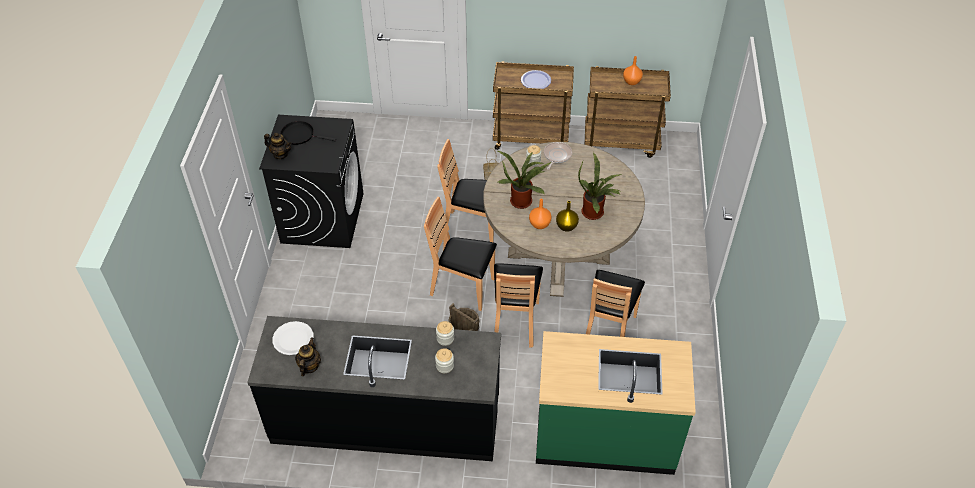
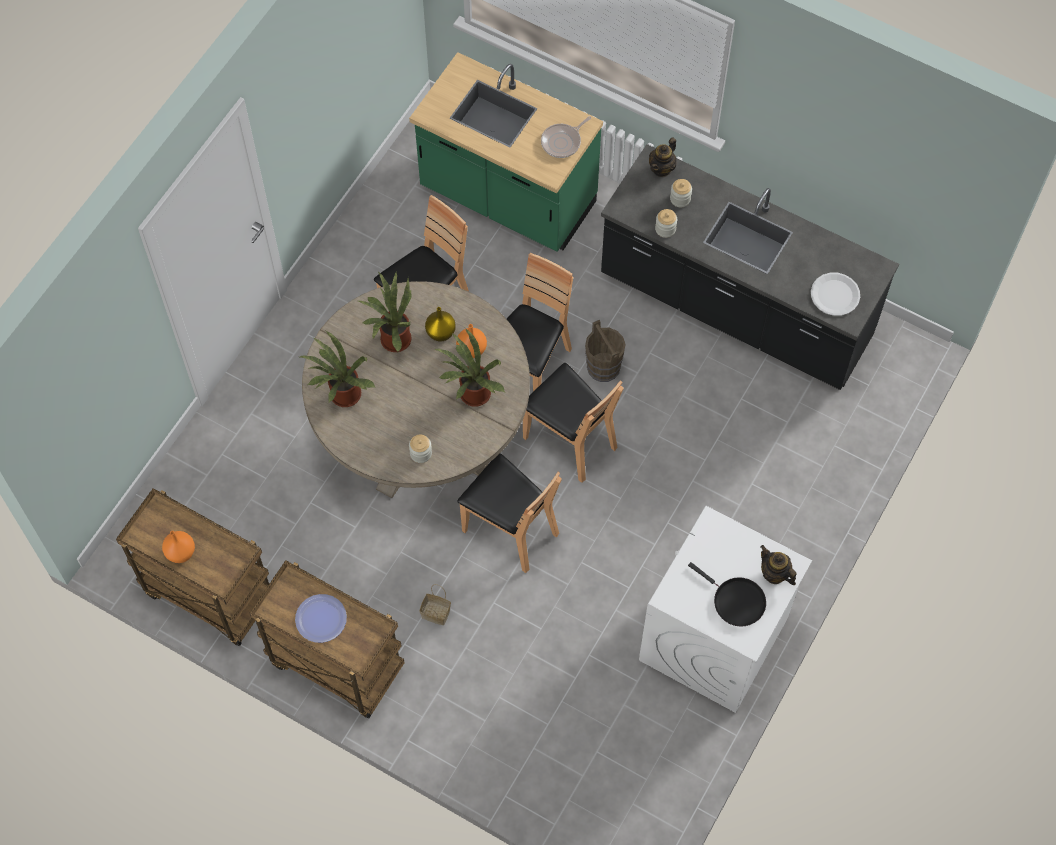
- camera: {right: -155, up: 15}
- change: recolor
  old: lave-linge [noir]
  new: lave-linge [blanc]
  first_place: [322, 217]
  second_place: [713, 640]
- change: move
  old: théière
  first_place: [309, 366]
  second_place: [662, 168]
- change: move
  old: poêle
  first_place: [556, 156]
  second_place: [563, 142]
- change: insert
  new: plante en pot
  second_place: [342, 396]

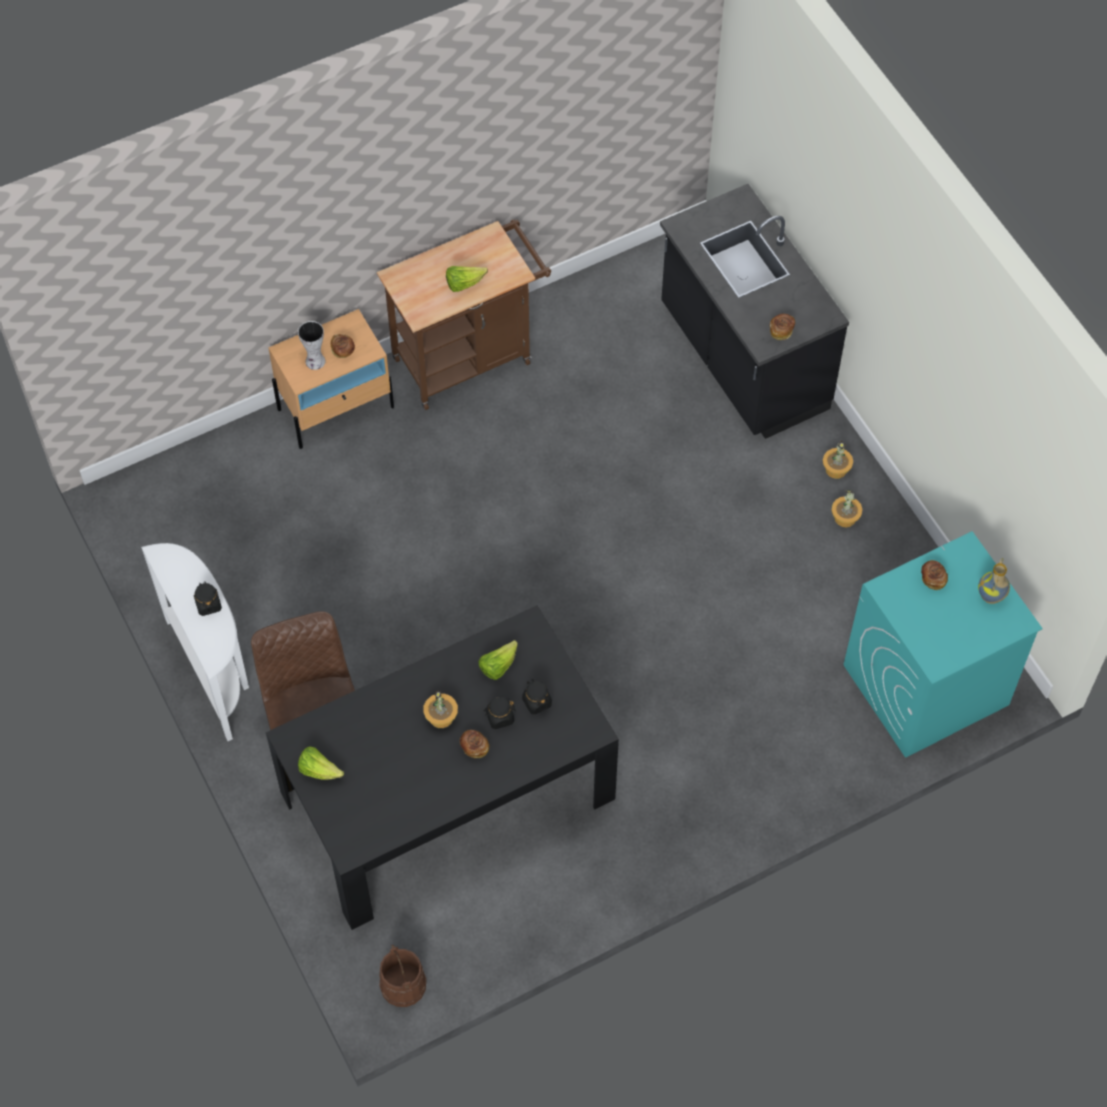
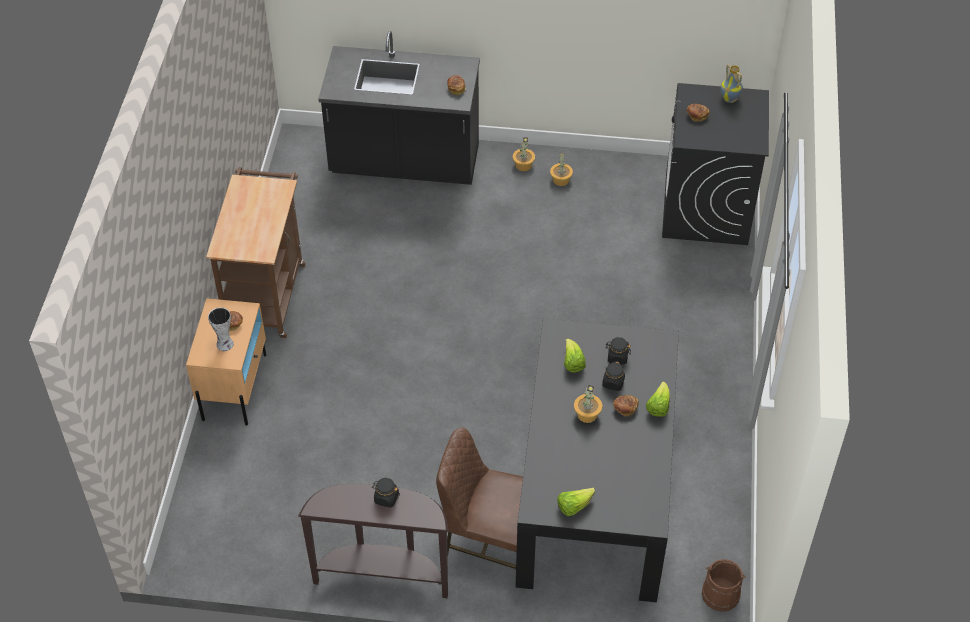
- camera: {right: -55, up: -10}
- change: recolor
  old: table console [blanc]
  new: table console [marron]
  first_place: [214, 671]
  second_place: [382, 575]
- change: move
  old: laitue
  first_place: [464, 284]
  second_place: [658, 406]
- change: recolor
  old: lave-linge [turquoise]
  new: lave-linge [noir]
  first_place: [925, 686]
  second_place: [706, 209]

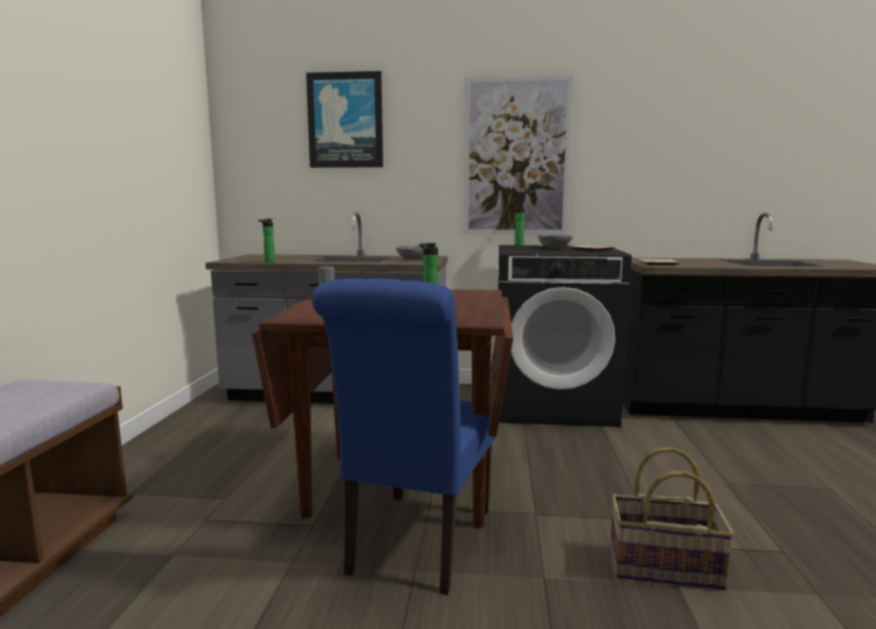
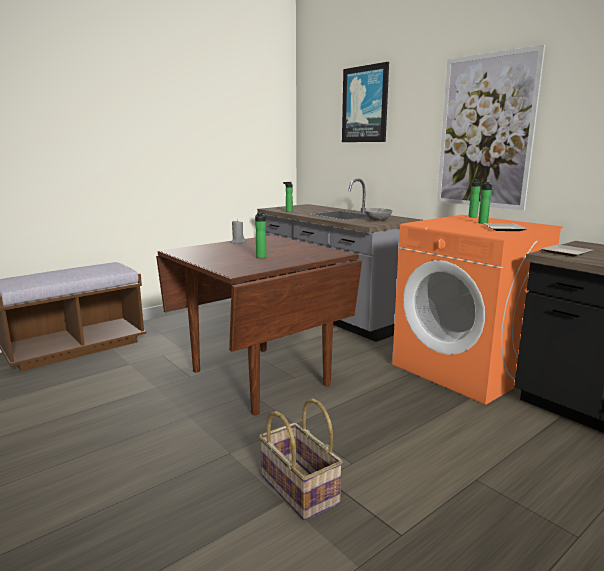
- camera: {right: 45, up: 5}
- change: delete
  old: chaise [bleu]
  first_place: [416, 545]
- change: recolor
  old: lave-linge [noir]
  new: lave-linge [orange]
  first_place: [553, 405]
  second_place: [466, 369]
- change: replace
  old: bol [gris]
  new: bouteille
  first_place: [554, 248]
  second_place: [483, 223]

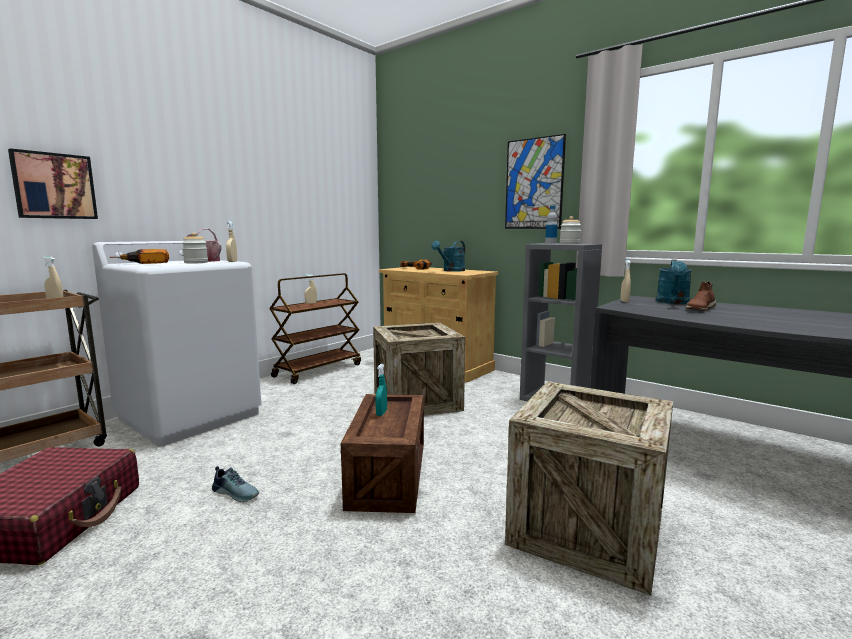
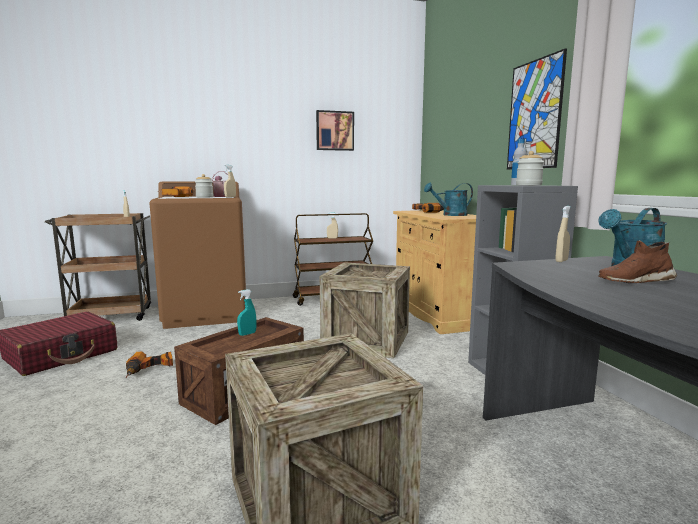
- camera: {right: 35, up: 0}
- change: move
  old: tableau
  first_place: [54, 186]
  second_place: [334, 131]
- change: recolor
  old: lave-linge [blanc]
  new: lave-linge [marron]
  first_place: [190, 415]
  second_place: [206, 313]
- change: replace
  old: chaussure
  new: perceuse
  first_place: [236, 493]
  second_place: [150, 370]

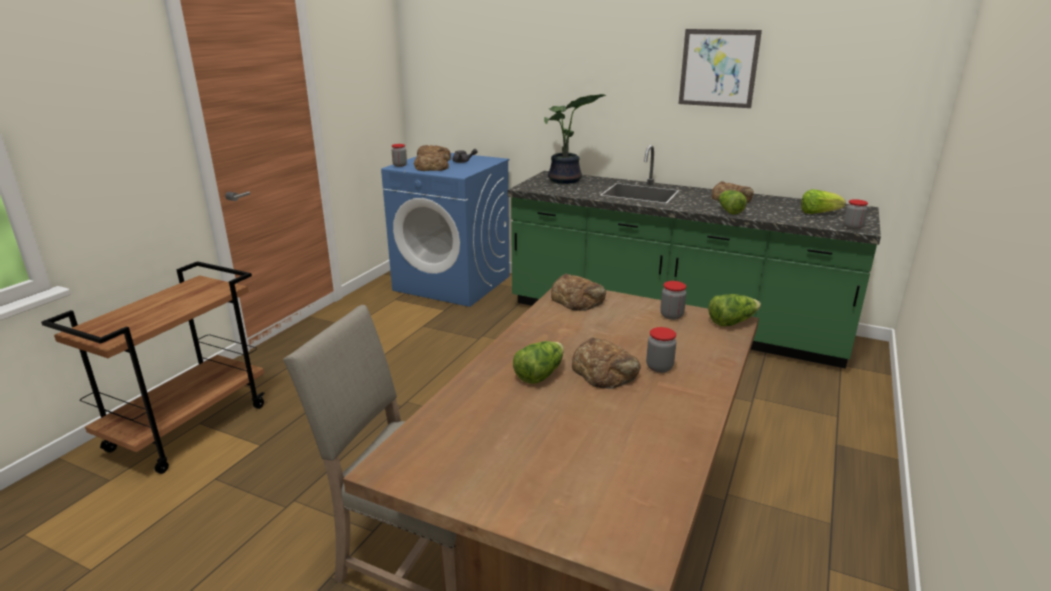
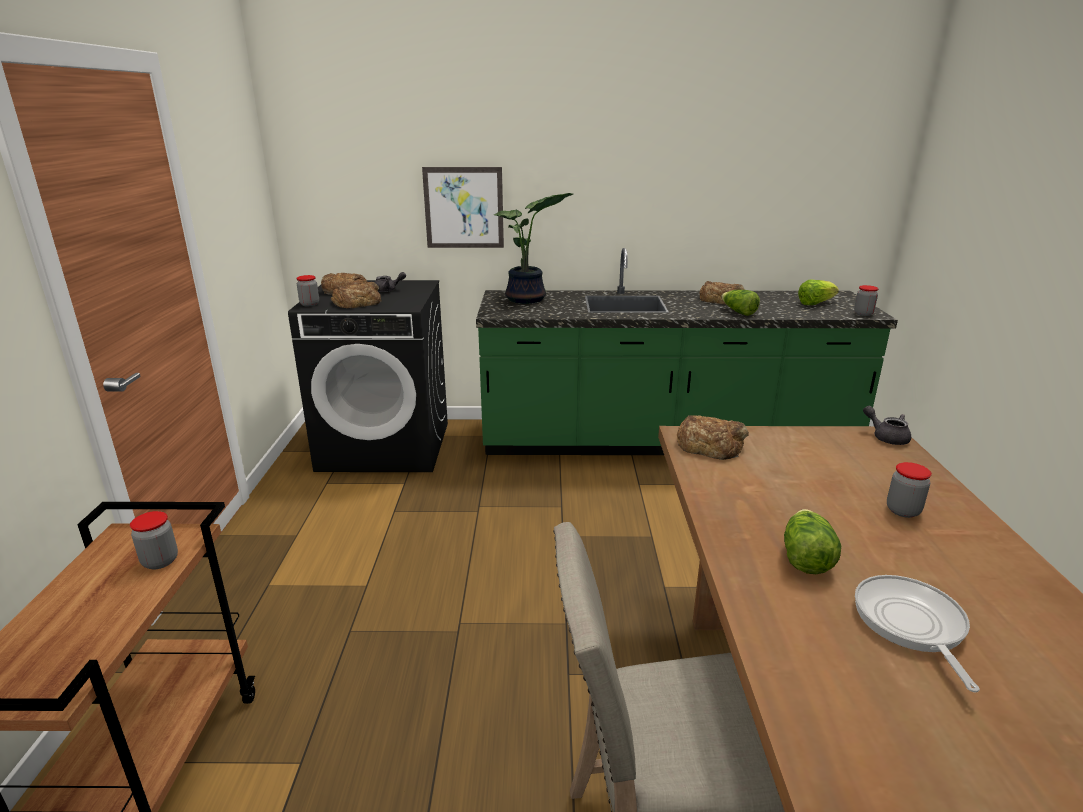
- camera: {right: -25, up: 0}
- change: recolor
  old: lave-linge [bleu]
  new: lave-linge [noir]
  first_place: [453, 283]
  second_place: [386, 446]
- change: delete
  old: pain
  first_place: [605, 371]
- change: move
  old: bocal
  first_place: [671, 315]
  second_place: [160, 561]
- change: move
  old: tableau
  first_place: [718, 68]
  second_place: [464, 208]
- change: replace
  old: laitue
  new: théière [gris]
  first_place: [731, 322]
  second_place: [886, 437]
- change: insert
  new: poêle
  second_place: [910, 624]

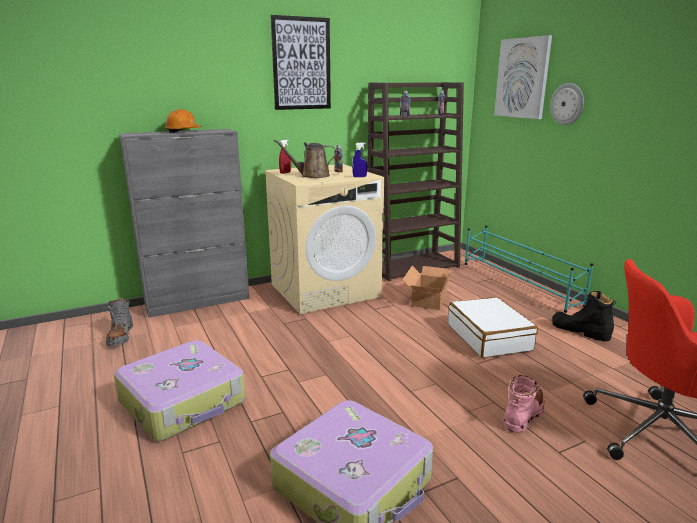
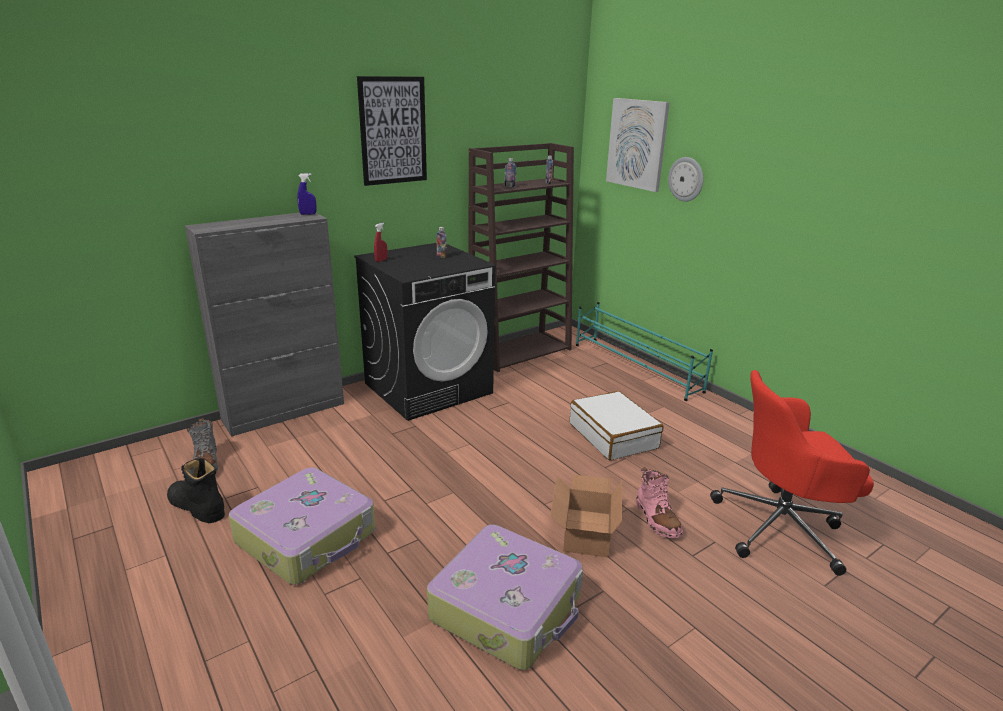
- camera: {right: -10, up: 5}
- change: delete
  old: casque de chantier [orange]
  first_place: [183, 131]
- change: recolor
  old: lave-linge [beige]
  new: lave-linge [noir]
  first_place: [325, 290]
  second_place: [428, 388]
- change: delete
  old: arrosoir [marron]
  first_place: [312, 176]
- change: move
  old: vaporisateur [bleu]
  first_place: [359, 177]
  second_place: [308, 214]
- change: move
  old: carton
  first_place: [427, 299]
  second_place: [584, 533]
- change: rotate
  old: botte [rose]
  first_place: [524, 414]
  second_place: [657, 519]
  degrees: 135
- change: move
  old: botte [noir]
  first_place: [580, 331]
  second_place: [197, 507]

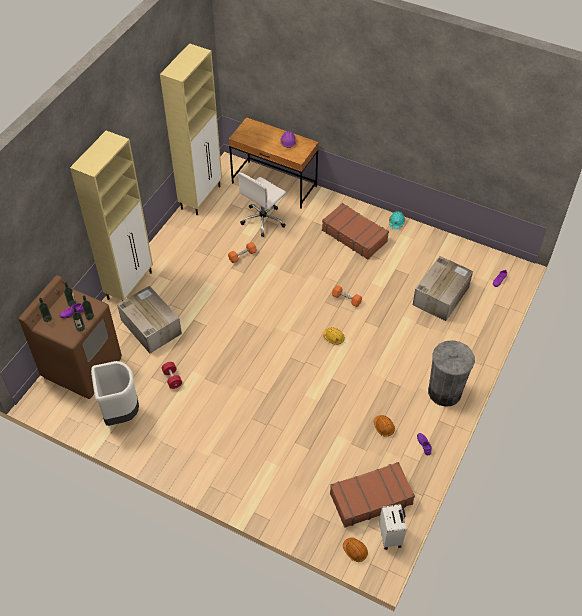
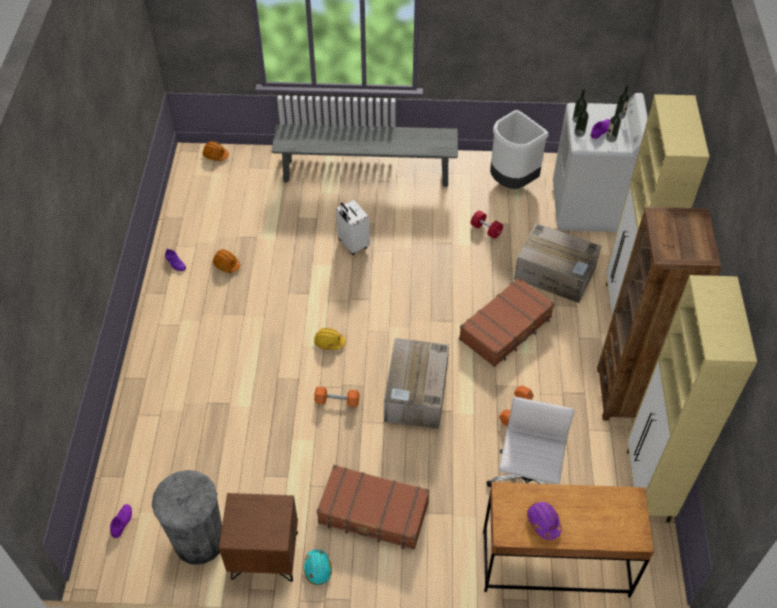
- camera: {right: 155, up: 0}
- change: recolor
  old: lave-linge [marron]
  new: lave-linge [blanc]
  first_place: [82, 367]
  second_place: [589, 207]
- change: move
  old: valise [marron]
  first_place: [370, 498]
  second_place: [506, 328]
- change: move
  old: valise [blanc]
  first_place: [391, 536]
  second_place: [352, 244]
- change: move
  old: carton
  first_place: [441, 295]
  second_place: [416, 394]
- change: move
  old: poubelle [gris]
  first_place: [444, 392]
  second_place: [199, 541]
- change: insert
  new: table de chevet [marron]
  second_place: [264, 556]
- change: insert
  new: banc [gris]
  second_place: [366, 173]
- change: insert
  new: bibliothèque [marron]
  second_place: [626, 394]

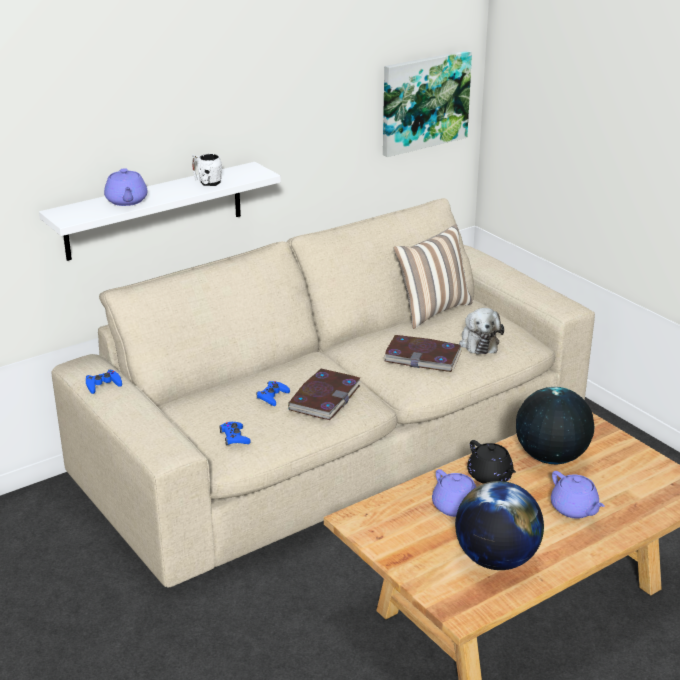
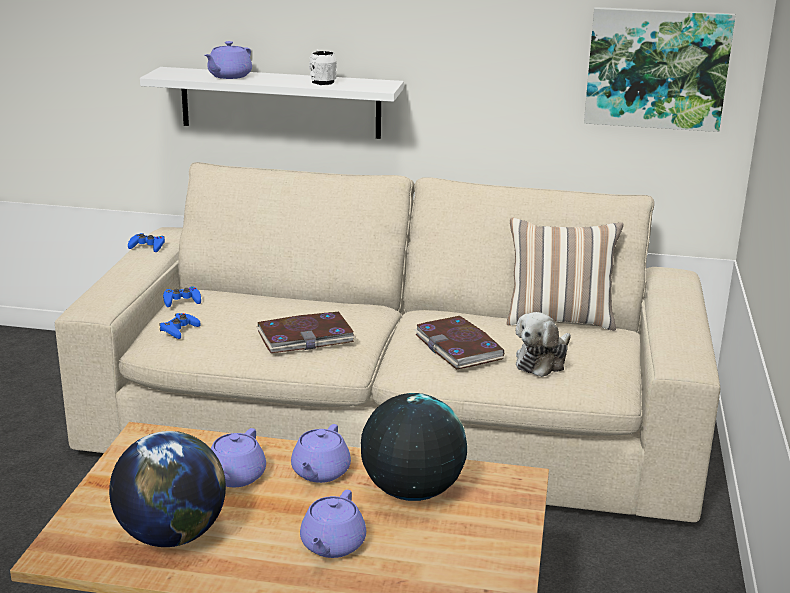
- camera: {right: 45, up: -5}
- change: move
  old: manette [bleu]
  first_place: [272, 396]
  second_place: [182, 301]
- change: recolor
  old: théière [noir]
  new: théière [violet]
  first_place: [490, 476]
  second_place: [320, 472]

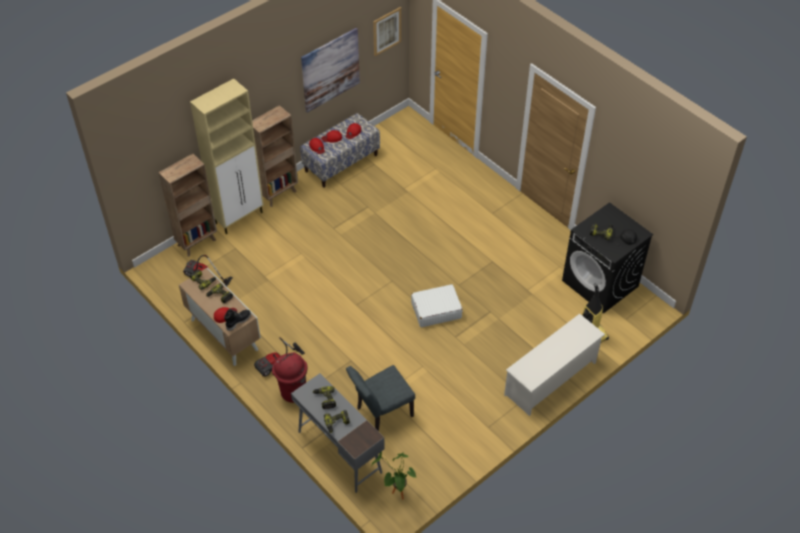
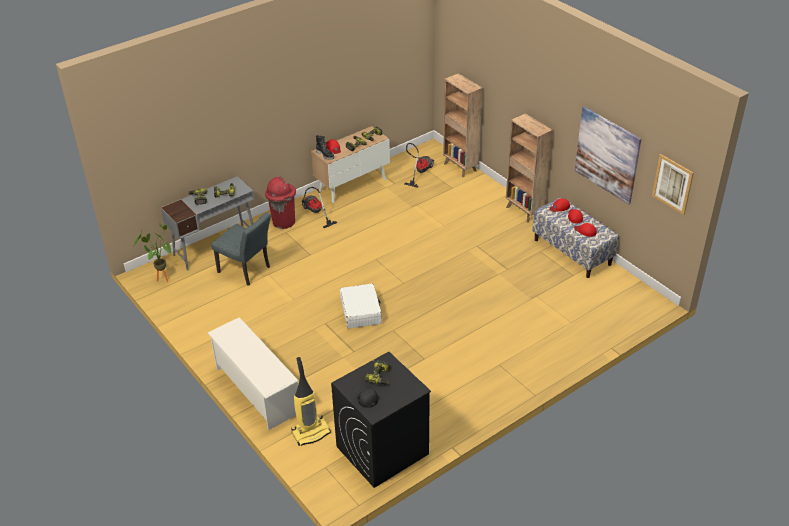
- camera: {right: 95, up: -10}
- change: delete
  old: meuble de rangement [beige]
  first_place: [239, 217]
- change: rotate
  old: chaise [gris]
  first_place: [381, 414]
  second_place: [247, 271]
  degrees: 150

